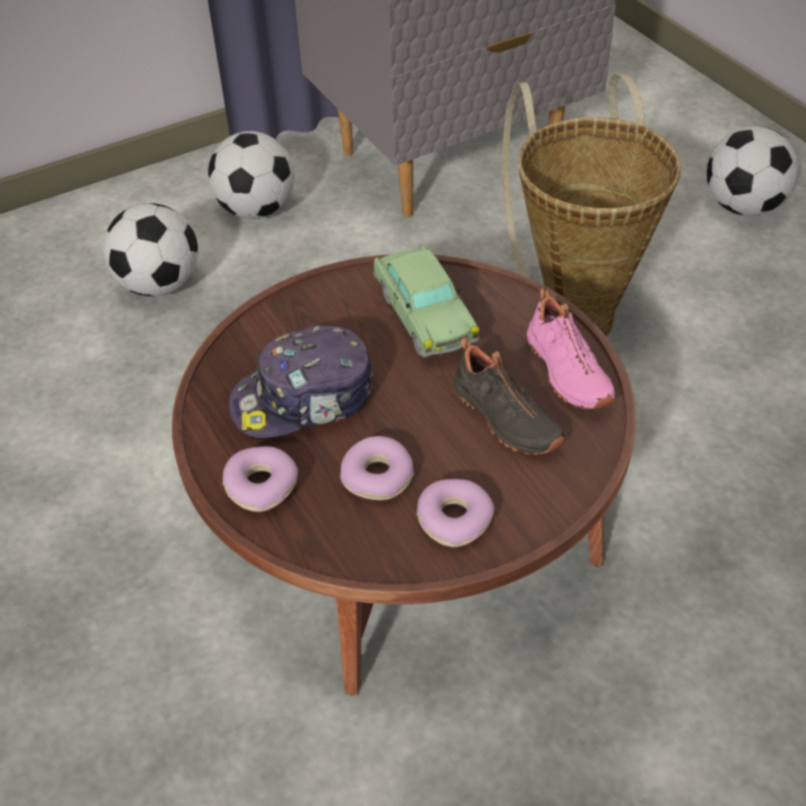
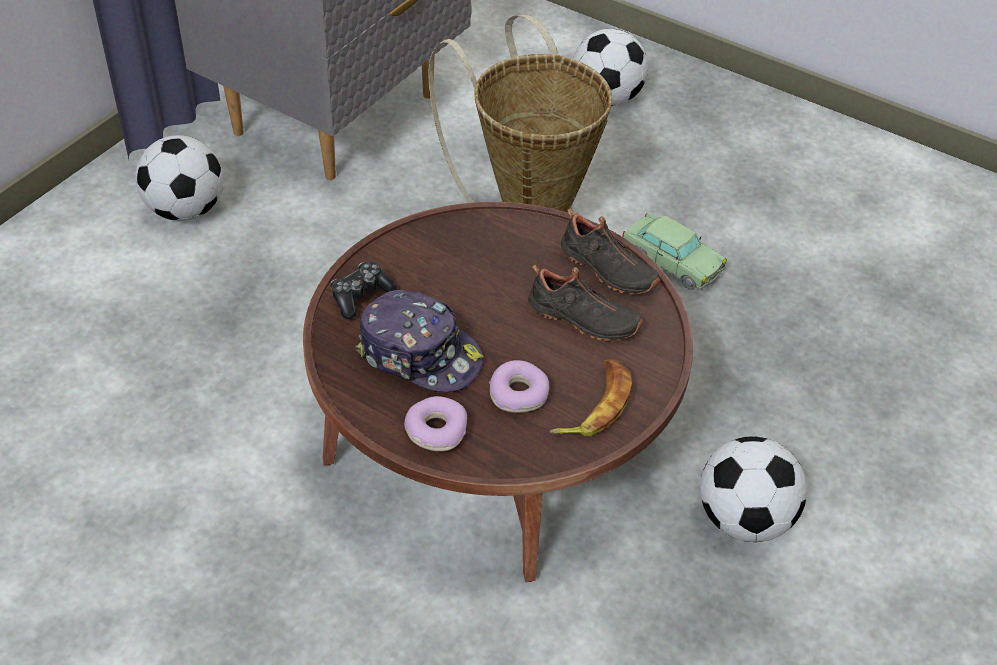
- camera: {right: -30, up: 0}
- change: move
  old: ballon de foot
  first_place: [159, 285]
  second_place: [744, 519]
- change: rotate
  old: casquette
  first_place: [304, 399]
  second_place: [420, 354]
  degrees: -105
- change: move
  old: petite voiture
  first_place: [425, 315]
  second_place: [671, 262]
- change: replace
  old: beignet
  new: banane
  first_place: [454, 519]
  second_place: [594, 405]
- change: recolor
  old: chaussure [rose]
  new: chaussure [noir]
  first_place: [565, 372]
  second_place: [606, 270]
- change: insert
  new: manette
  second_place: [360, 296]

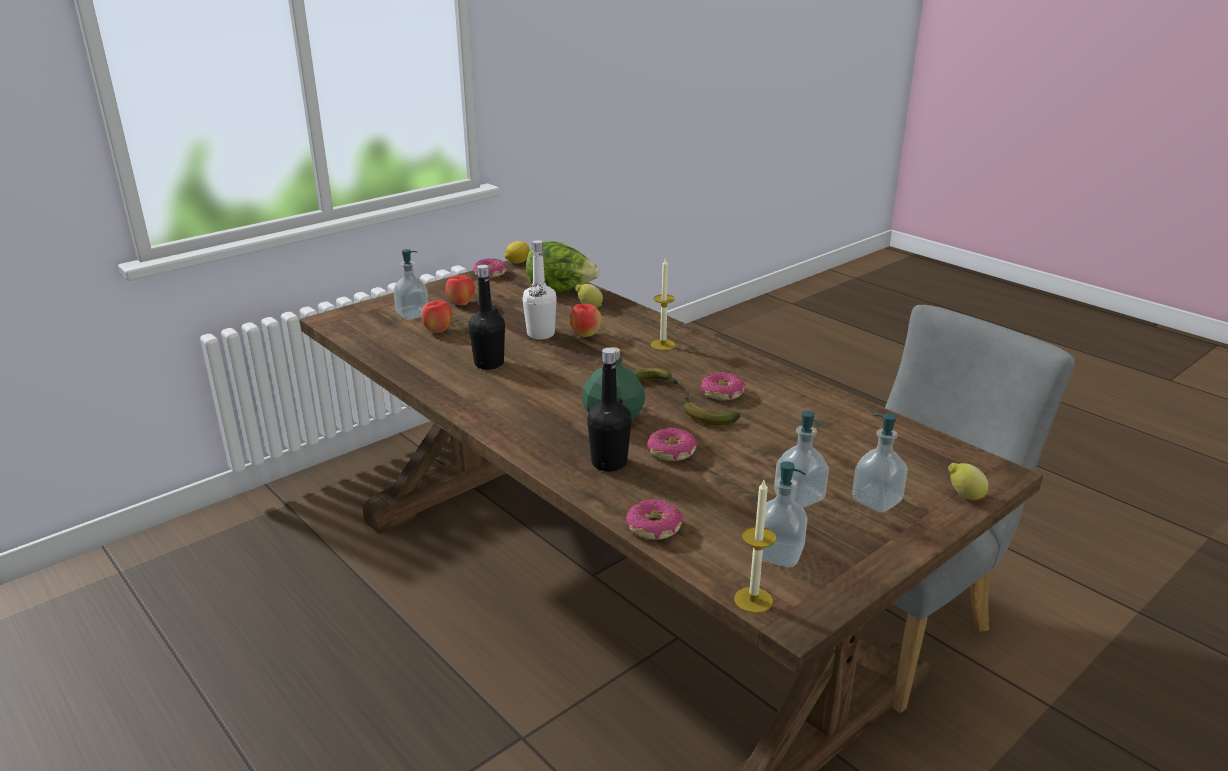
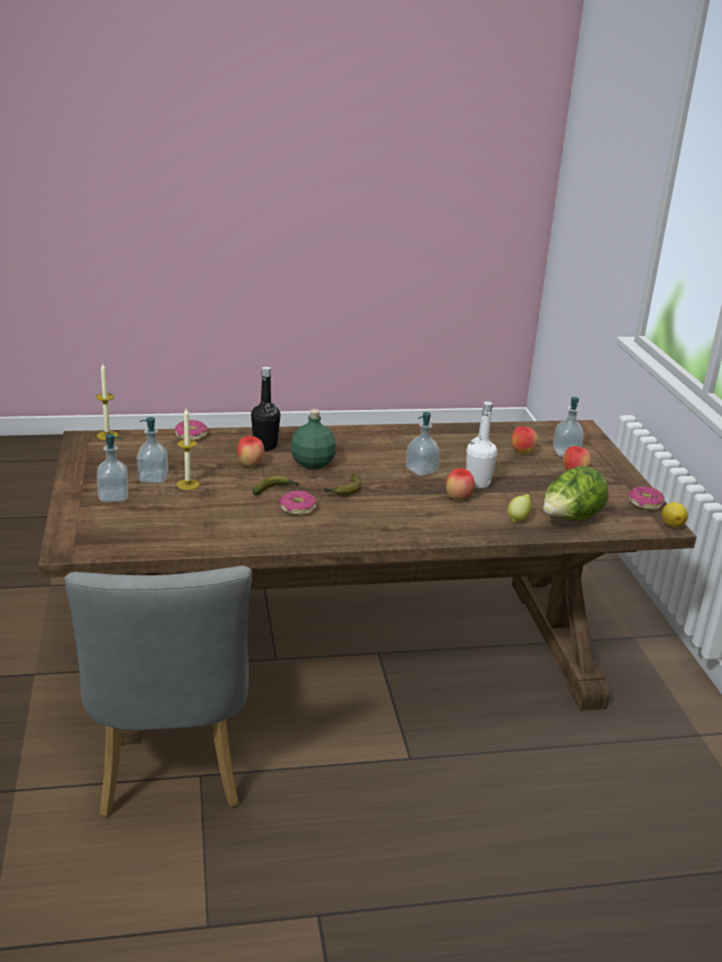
- camera: {right: 120, up: 0}
- change: delete
  old: bouteille [noir]
  first_place: [489, 364]
- change: replace
  old: beignet
  new: pomme
  first_place: [672, 452]
  second_place: [250, 465]
- change: move
  old: bougie
  first_place: [663, 345]
  second_place: [188, 484]
- change: move
  old: distributeur de savon
  first_place: [778, 554]
  second_place: [421, 470]
- change: delete
  old: citron
  first_place: [964, 496]

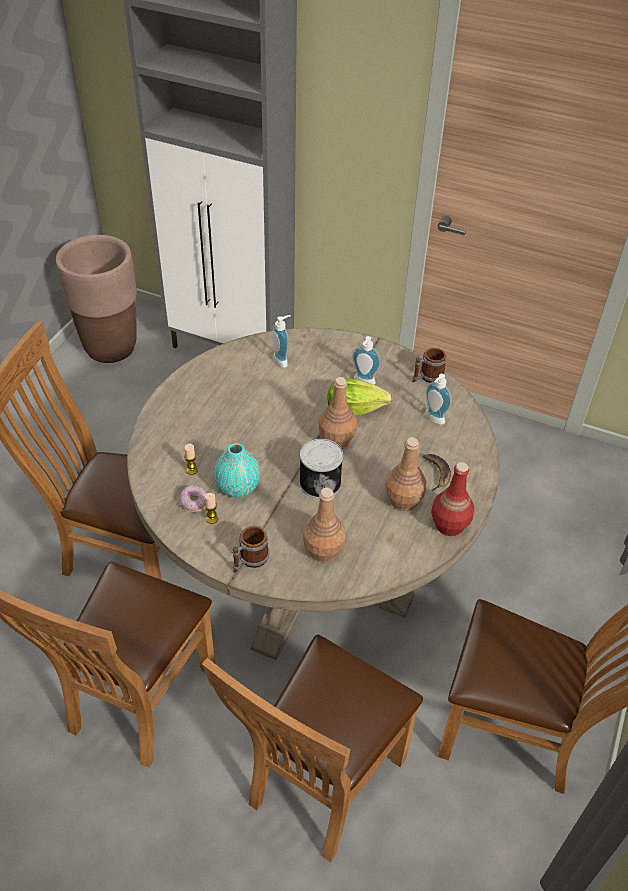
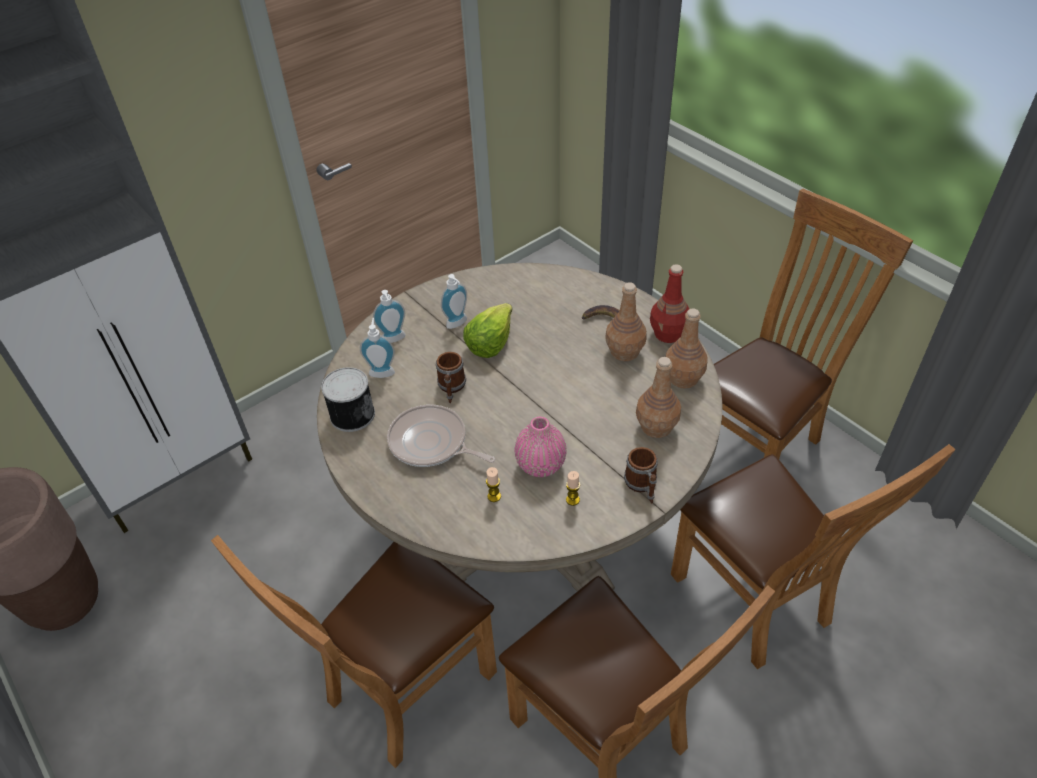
- camera: {right: -60, up: 0}
- change: delete
  old: beignet
  first_place: [194, 503]
- change: recolor
  old: vase [turquoise]
  new: vase [rose]
  first_place: [238, 487]
  second_place: [540, 465]
- change: move
  old: boîte métallique
  first_place: [320, 482]
  second_place: [351, 414]
- change: move
  old: bouteille [marron]
  first_place: [336, 440]
  second_place: [683, 378]
- change: move
  old: mug
  first_place: [427, 377]
  second_place: [451, 388]
- change: move
  old: distributeur de savon
  first_place: [433, 419]
  second_place: [394, 340]
- change: insert
  new: poêle
  second_place: [431, 443]

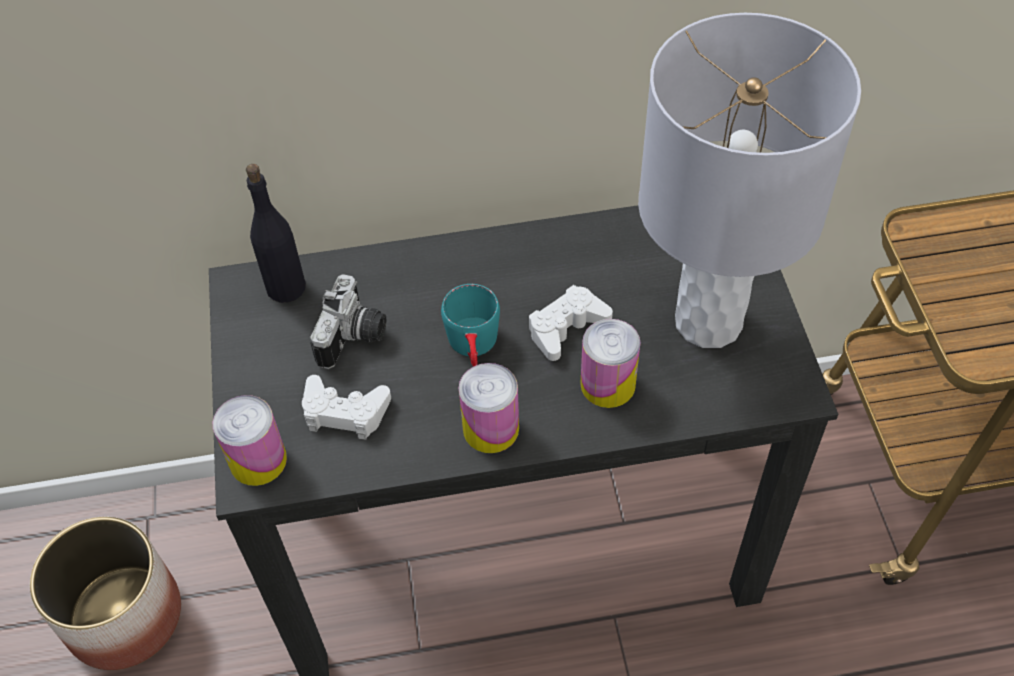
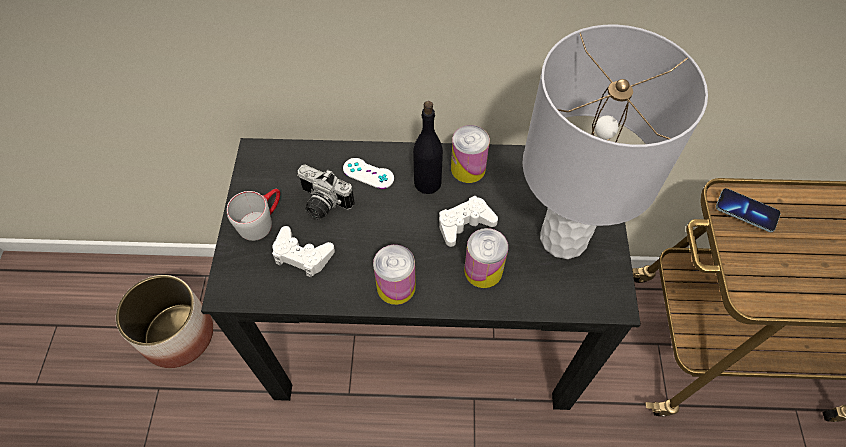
- camera: {right: 10, up: 5}
- change: move
  old: boîte métallique
  first_place: [258, 460]
  second_place: [468, 168]
- change: move
  old: bouteille [noir]
  first_place: [286, 287]
  second_place: [427, 182]
- change: rotate
  old: appareil photo
  first_place: [355, 338]
  second_place: [322, 204]
  degrees: 90
- change: delete
  old: mug [turquoise]
  first_place: [474, 347]
- change: insert
  new: mug [gris]
  second_place: [261, 220]
- change: insert
  new: manette [blanc]
  second_place: [368, 173]
- change: insert
  new: téléphone
  second_place: [746, 211]

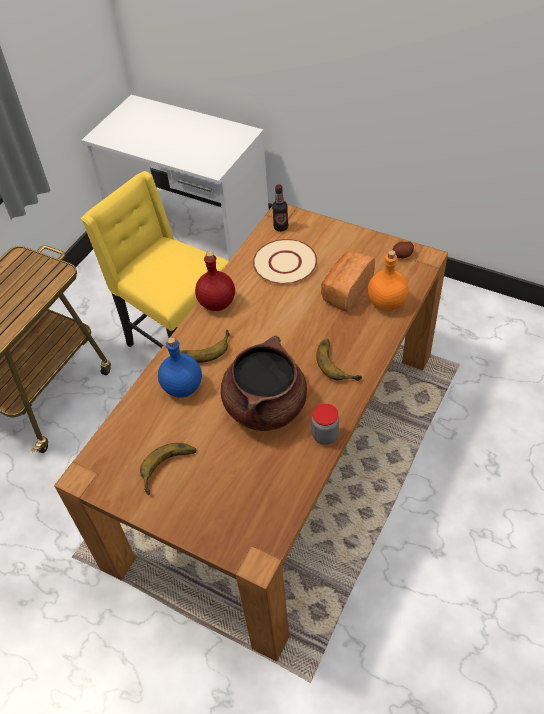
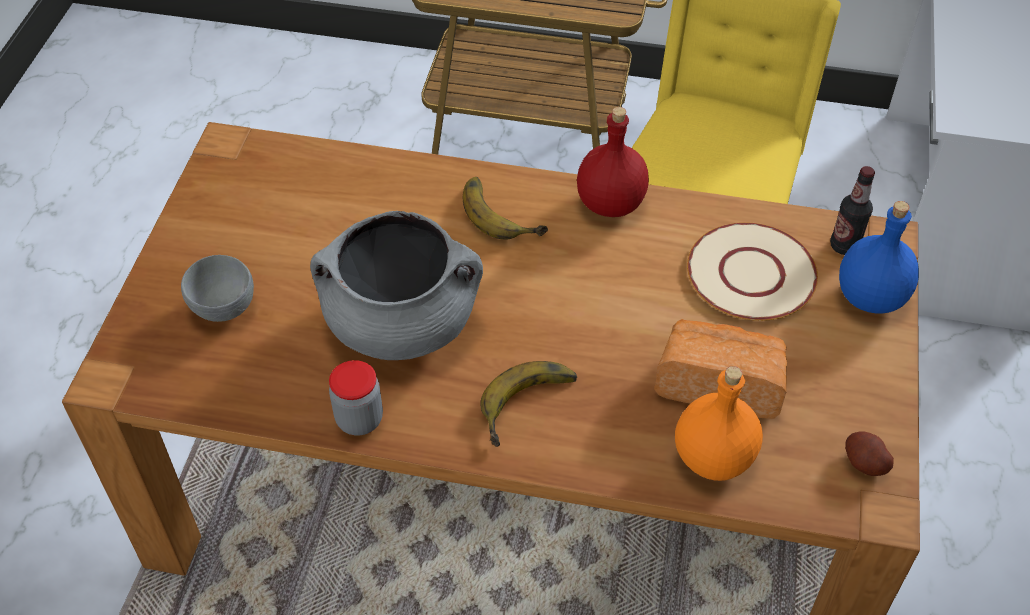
- camera: {right: 70, up: 0}
- change: delete
  old: banane
  first_place: [170, 470]
- change: move
  old: bouteille [bleu]
  first_place: [182, 387]
  second_place: [869, 296]
- change: recolor
  old: marmite [marron]
  new: marmite [gris]
  first_place: [265, 406]
  second_place: [402, 322]
- change: insert
  new: bol [gris]
  second_place: [223, 307]

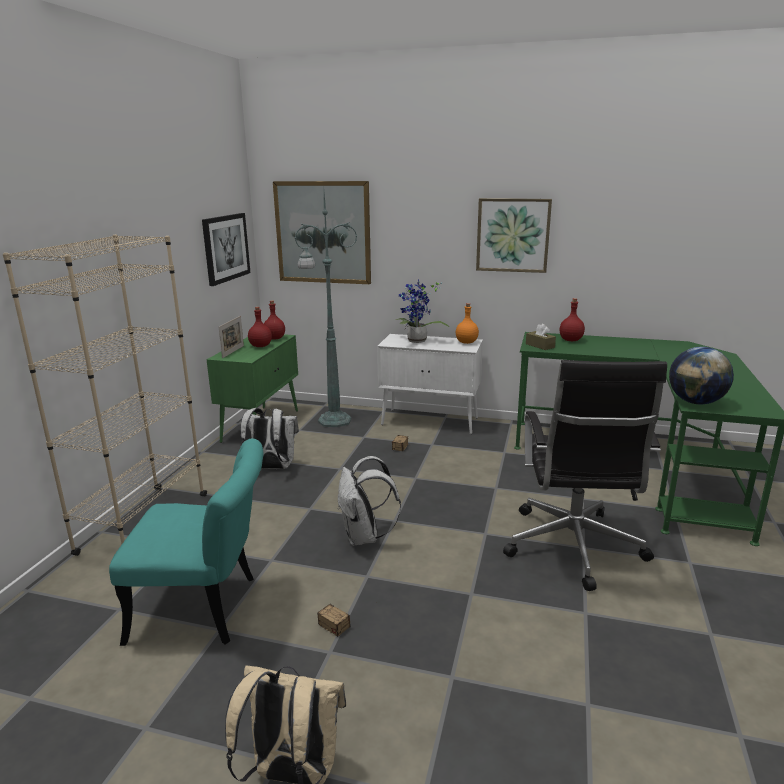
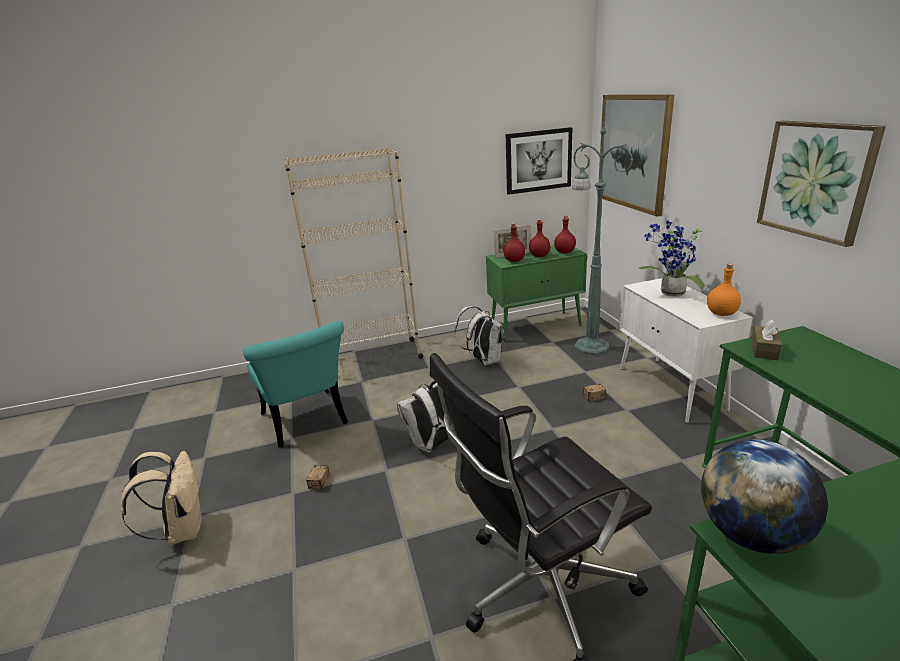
- camera: {right: 60, up: 5}
- change: move
  old: bouteille [rouge]
  first_place: [570, 340]
  second_place: [514, 260]

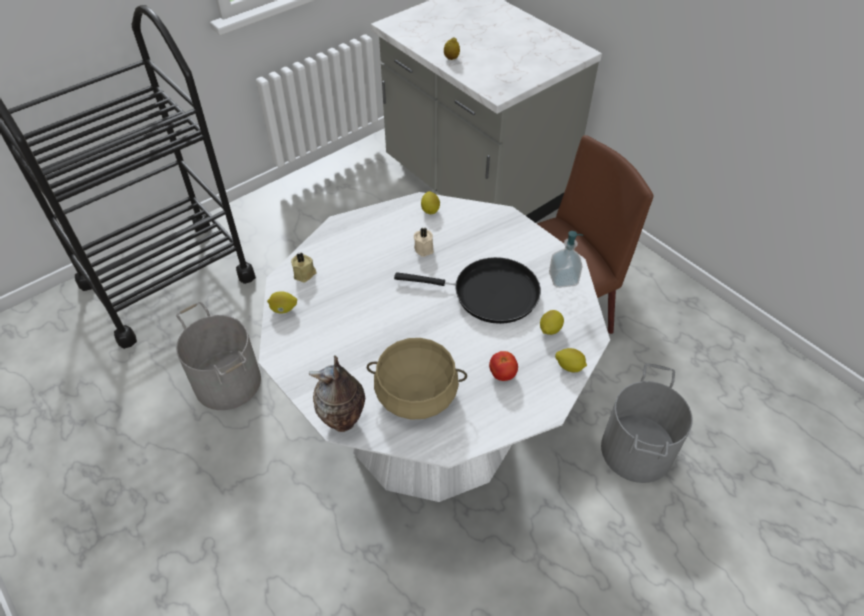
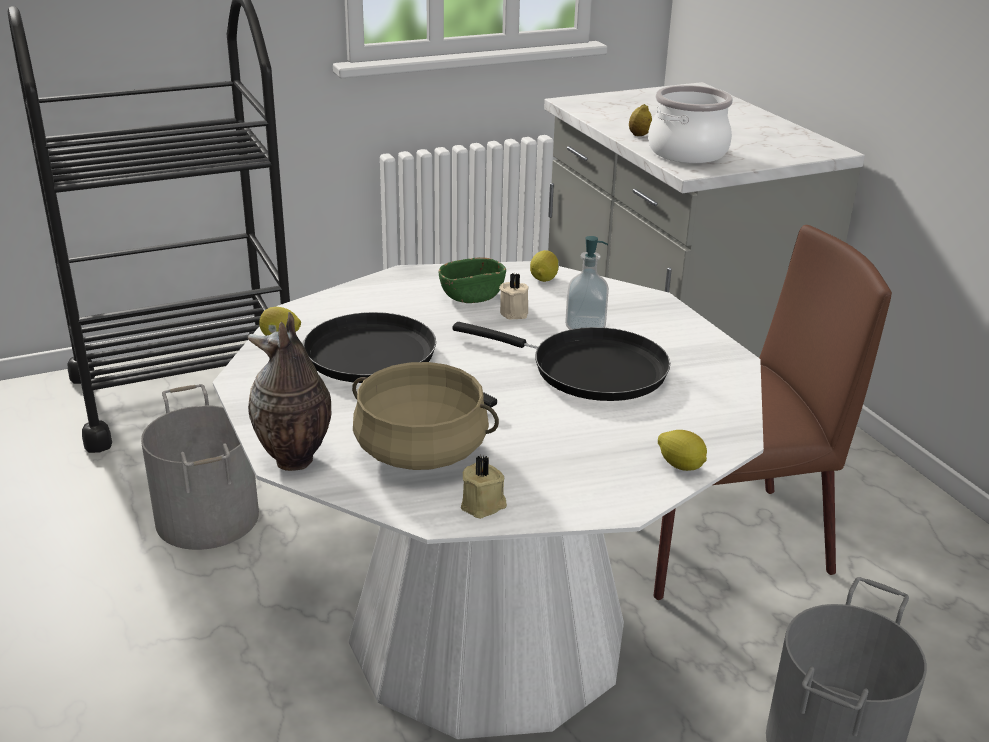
- camera: {right: 15, up: -20}
- change: move
  old: bougie [beige]
  first_place: [305, 274]
  second_place: [484, 505]
- change: delete
  old: tomate
  first_place: [502, 374]
- change: delete
  old: citron
  first_place: [549, 329]
- change: move
  old: distributeur de savon
  first_place: [563, 279]
  second_place: [585, 325]
- change: insert
  new: poêle [noir]
  second_place: [379, 360]
- change: insert
  new: bol [vert]
  second_place: [471, 296]
- change: insert
  new: marmite
  second_place: [687, 152]

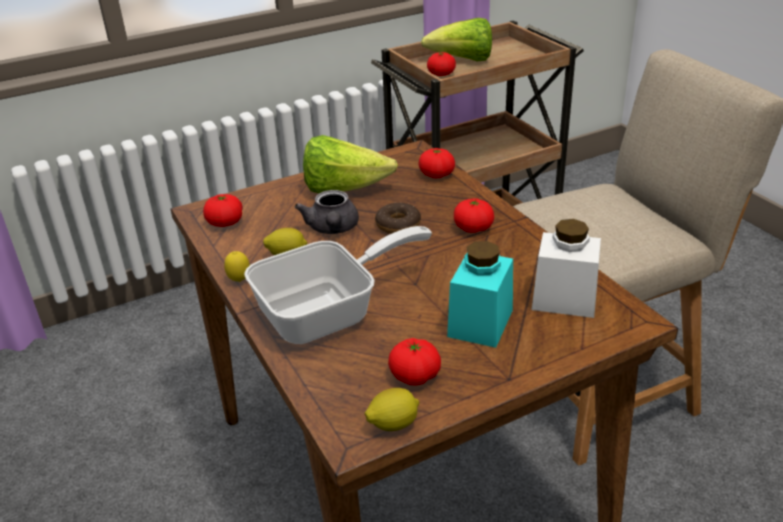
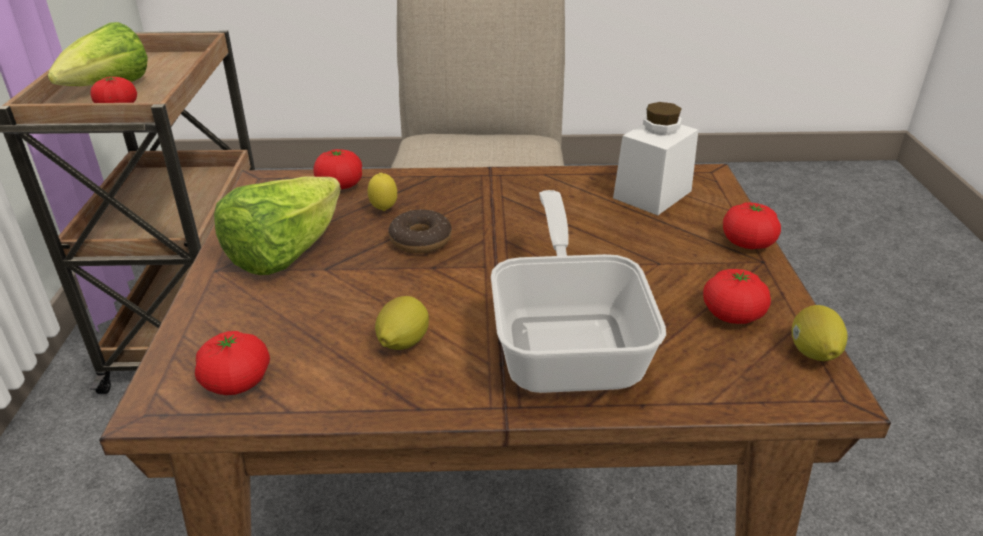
- camera: {right: -65, up: 0}
- change: move
  old: citron
  first_place: [239, 281]
  second_place: [384, 210]
- change: delete
  old: théière [gris]
  first_place: [332, 229]
- change: delete
  old: bocal [turquoise]
  first_place: [480, 323]
- change: move
  old: tomate
  first_place: [473, 228]
  second_place: [747, 243]

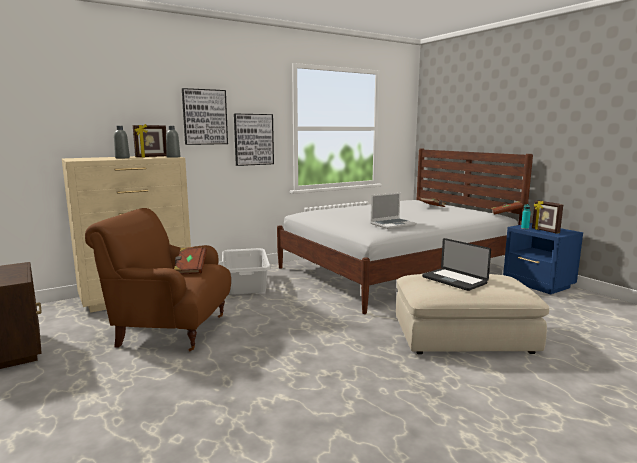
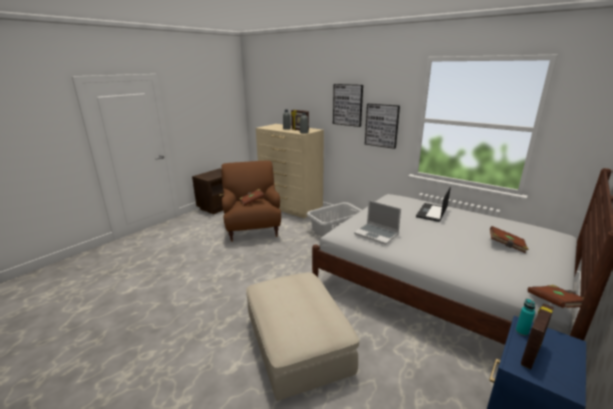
- camera: {right: 70, up: 10}
- change: move
  old: ordinateur portable
  first_place: [454, 280]
  second_place: [431, 213]

